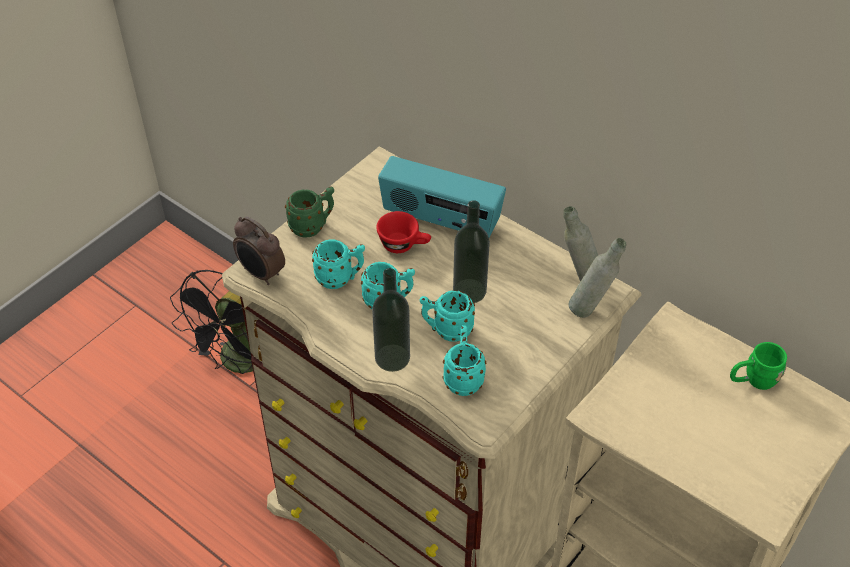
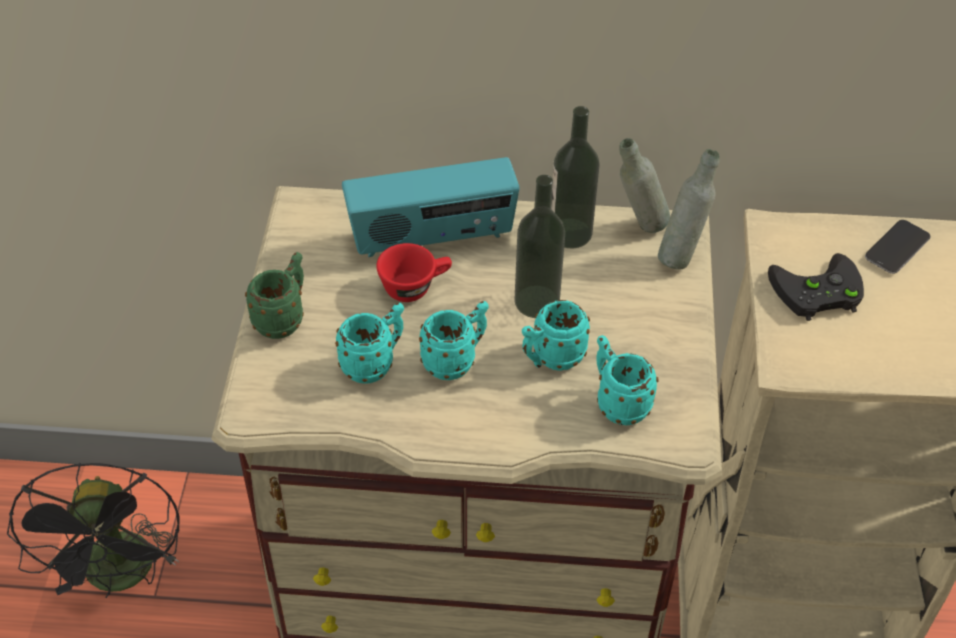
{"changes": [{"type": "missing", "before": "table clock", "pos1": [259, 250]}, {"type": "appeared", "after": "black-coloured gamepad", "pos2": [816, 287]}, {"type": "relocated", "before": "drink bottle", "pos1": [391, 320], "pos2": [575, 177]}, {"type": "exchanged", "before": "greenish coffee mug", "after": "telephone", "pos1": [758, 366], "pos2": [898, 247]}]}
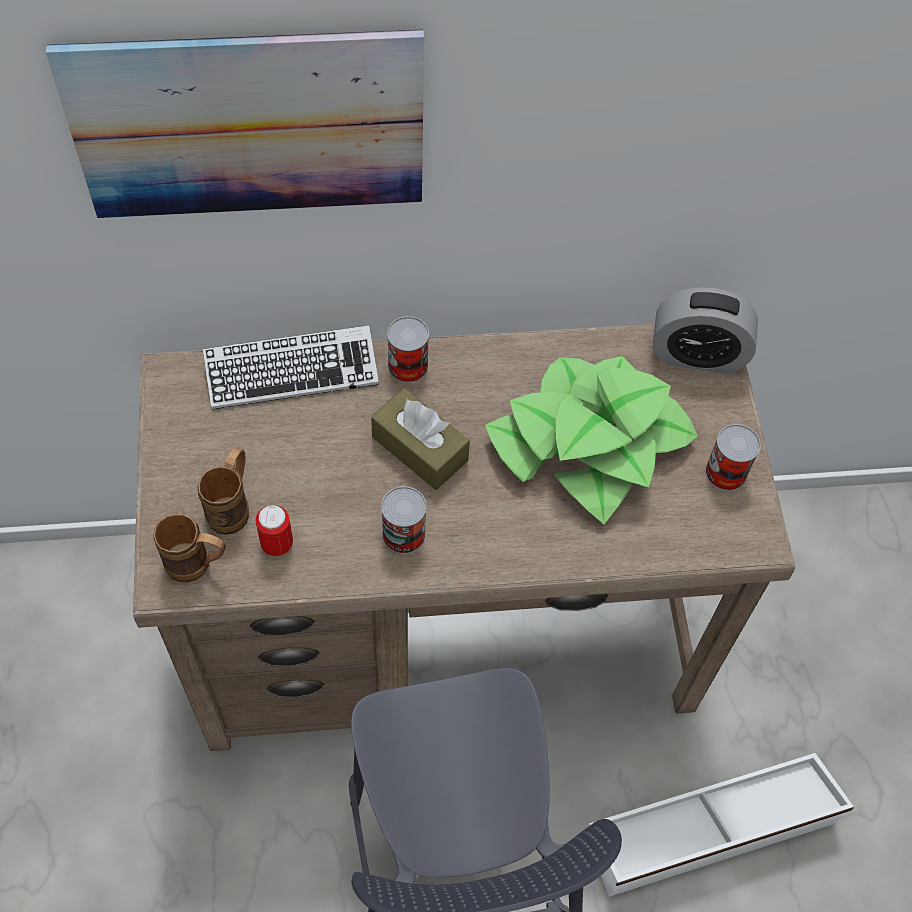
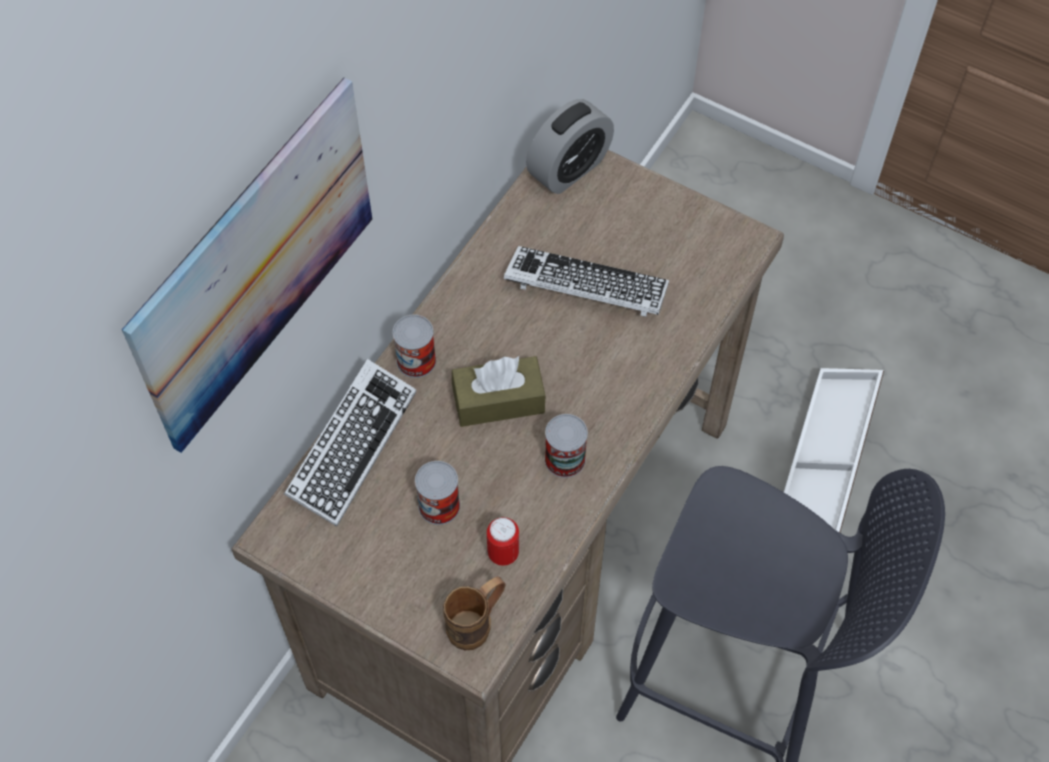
{"changes": [{"type": "missing", "before": "brown coffee mug", "pos1": [223, 491]}, {"type": "relocated", "before": "can", "pos1": [733, 457], "pos2": [437, 493]}, {"type": "exchanged", "before": "potted plant", "after": "computer keyboard", "pos1": [591, 440], "pos2": [586, 281]}]}
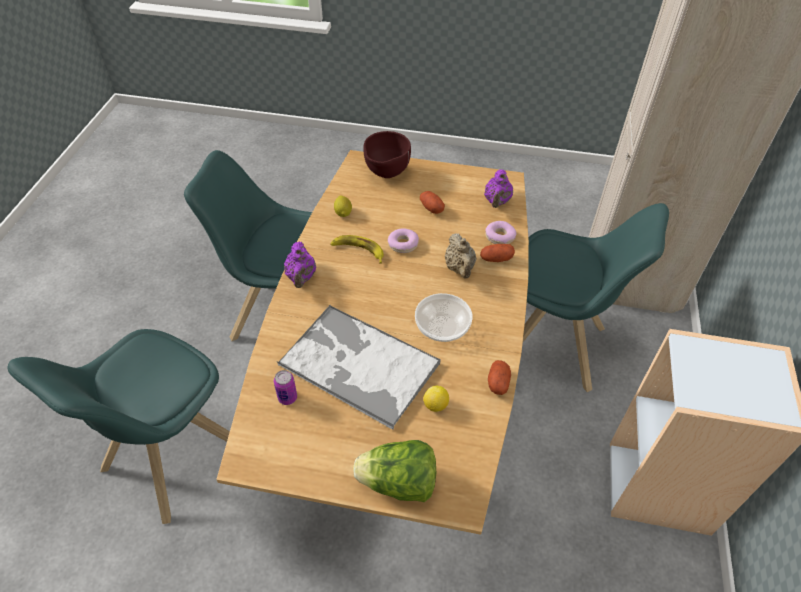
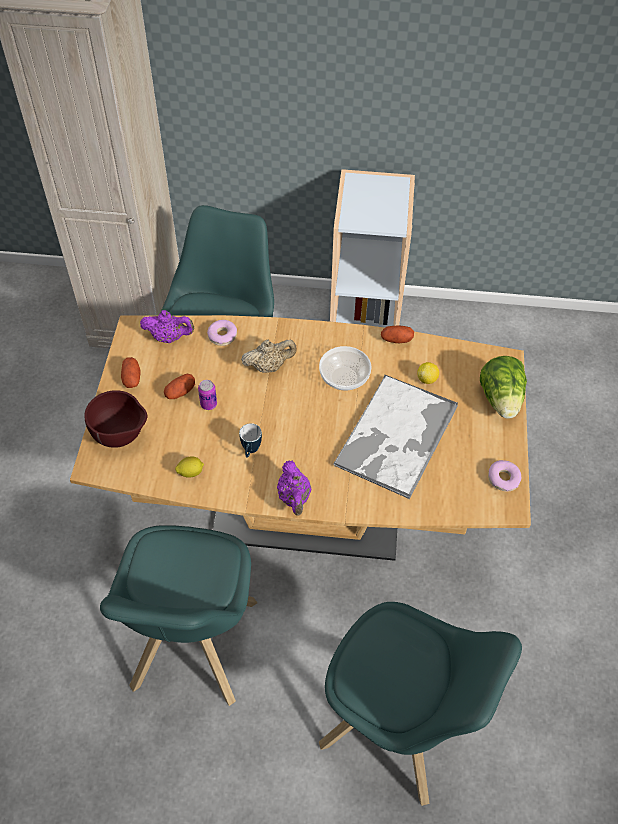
{"changes": [{"type": "relocated", "before": "can", "pos1": [285, 387], "pos2": [207, 395]}, {"type": "relocated", "before": "donut", "pos1": [403, 240], "pos2": [504, 476]}, {"type": "relocated", "before": "potato", "pos1": [497, 253], "pos2": [131, 372]}, {"type": "exchanged", "before": "banana", "after": "coffee mug", "pos1": [357, 249], "pos2": [250, 440]}, {"type": "spun", "before": "purple-coloured teapot", "pos1": [300, 265], "pos2": [294, 487], "turn": 90}]}
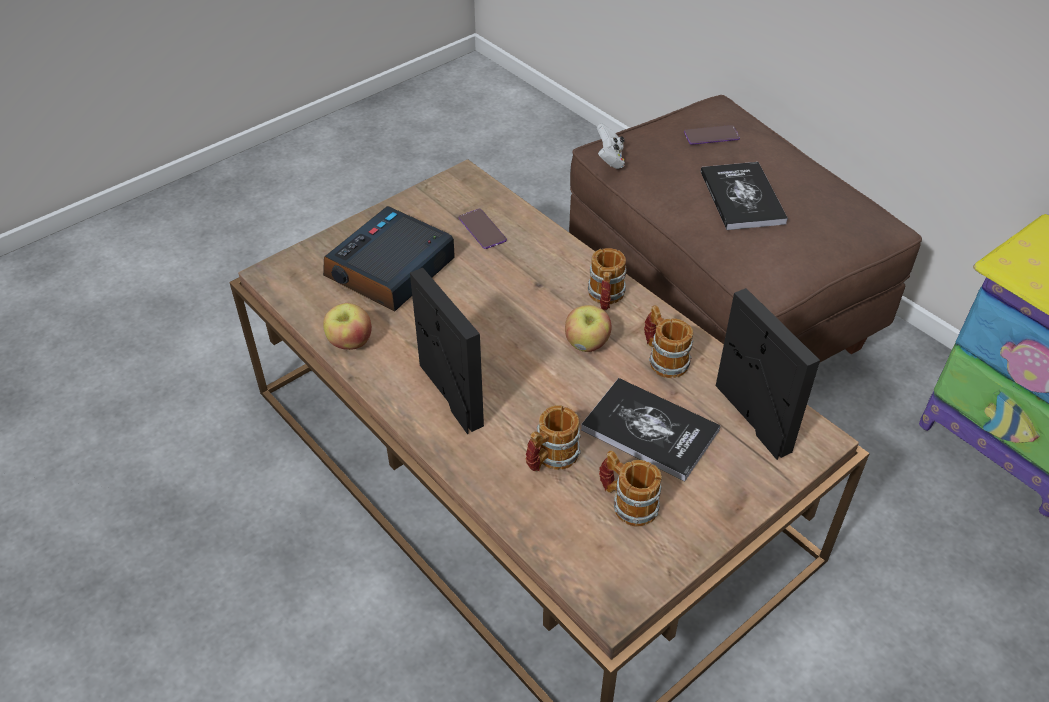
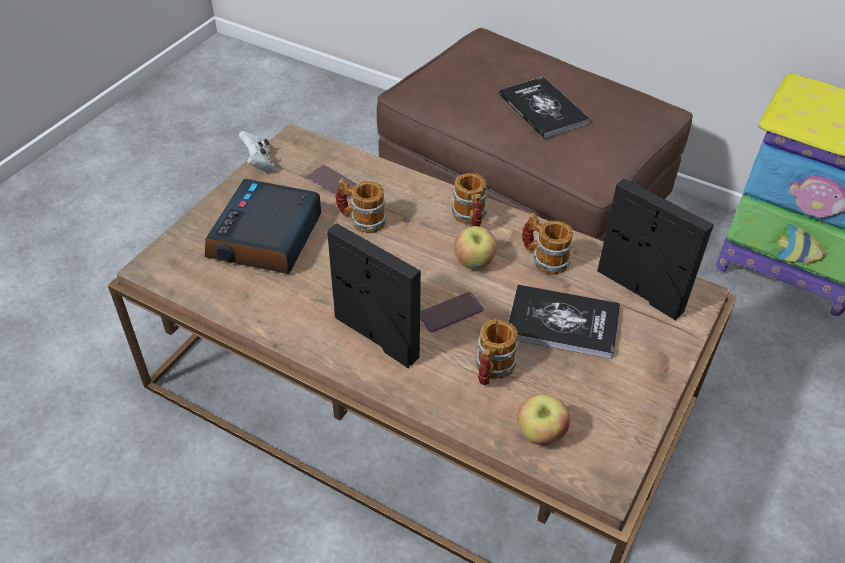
{"changes": [{"type": "relocated", "before": "apple", "pos1": [347, 326], "pos2": [543, 419]}, {"type": "relocated", "before": "white-coloured gamepad", "pos1": [611, 146], "pos2": [257, 151]}, {"type": "relocated", "before": "coffee mug", "pos1": [630, 489], "pos2": [360, 205]}, {"type": "relocated", "before": "telephone", "pos1": [712, 135], "pos2": [452, 312]}]}
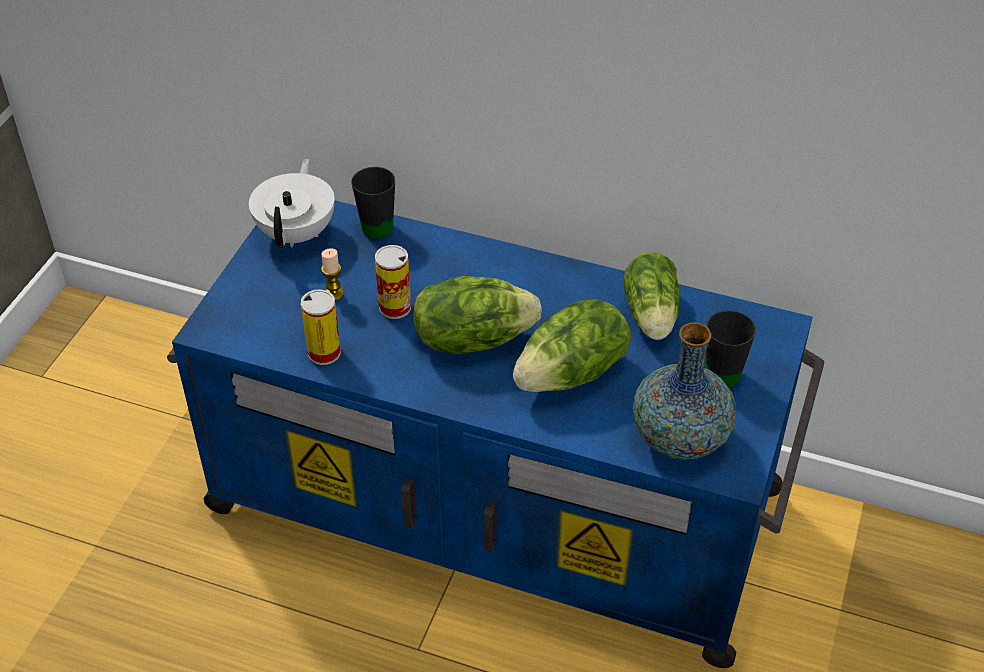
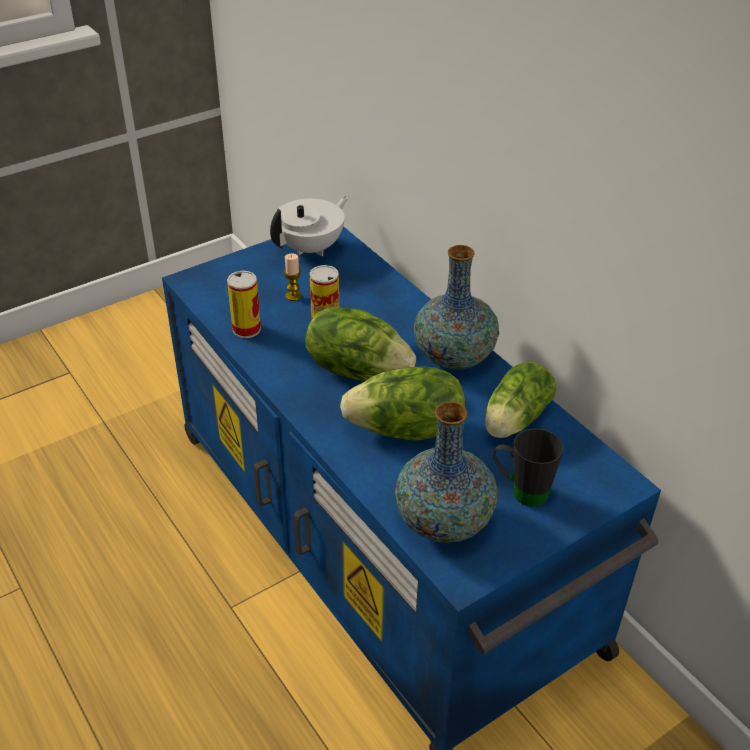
{"changes": [{"type": "missing", "before": "black-coloured coffee mug", "pos1": [373, 202]}, {"type": "appeared", "after": "decorative vase", "pos2": [456, 307]}]}
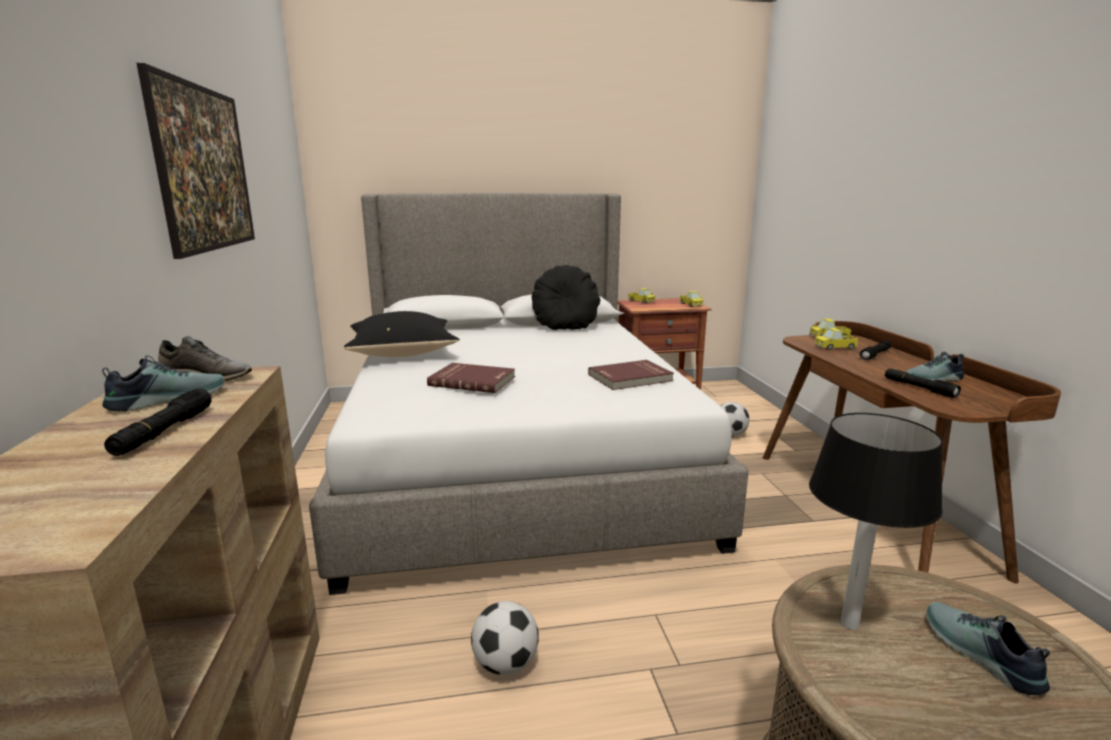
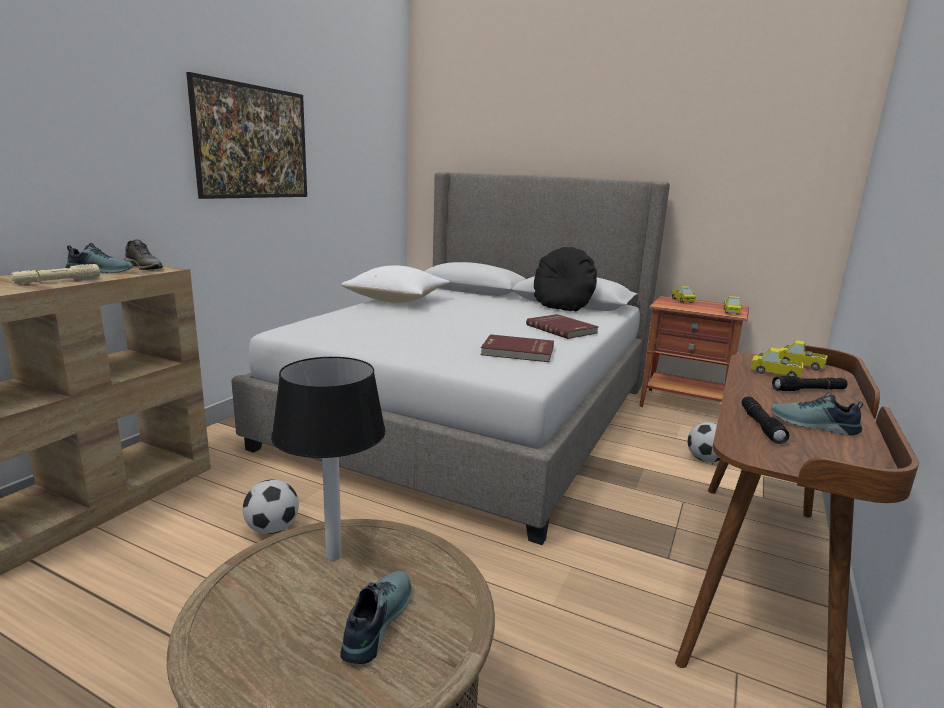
{"changes": [{"type": "relocated", "before": "red bound book", "pos1": [471, 378], "pos2": [562, 326]}, {"type": "colour", "before": "black-coloured torch", "after": "sand-coloured torch", "pos1": [158, 422], "pos2": [55, 274]}, {"type": "colour", "before": "black-coloured cushion", "after": "white-coloured cushion", "pos1": [402, 334], "pos2": [395, 284]}]}
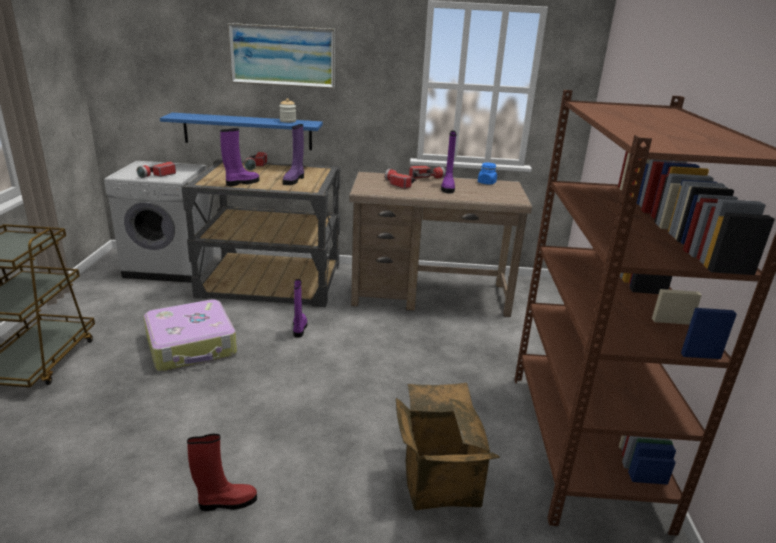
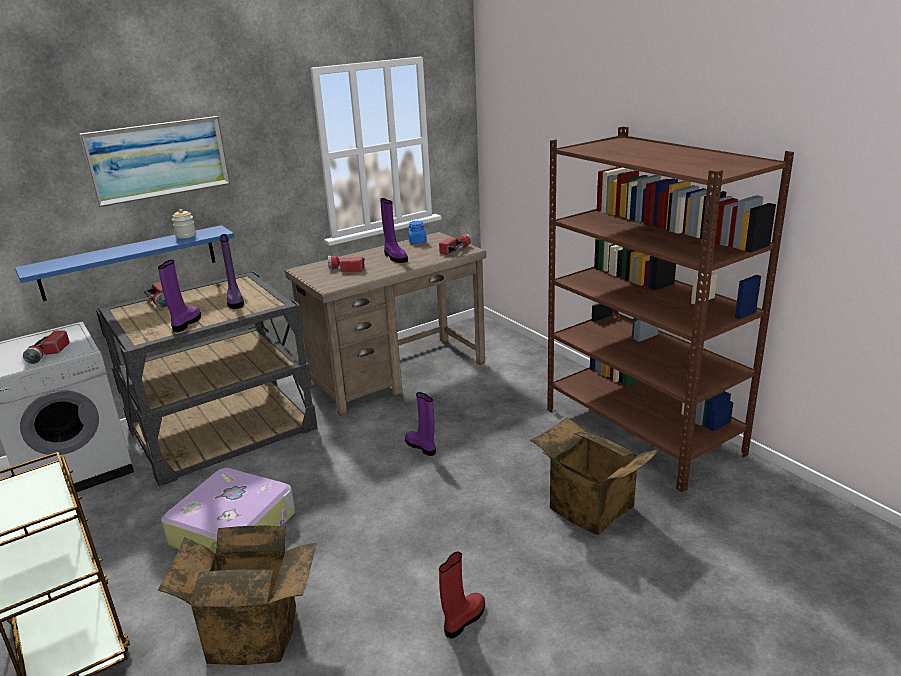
{"changes": [{"type": "appeared", "after": "carton", "pos2": [237, 595]}, {"type": "relocated", "before": "purple-coloured high-top boot", "pos1": [300, 308], "pos2": [420, 424]}, {"type": "relocated", "before": "torch", "pos1": [427, 172], "pos2": [455, 244]}]}
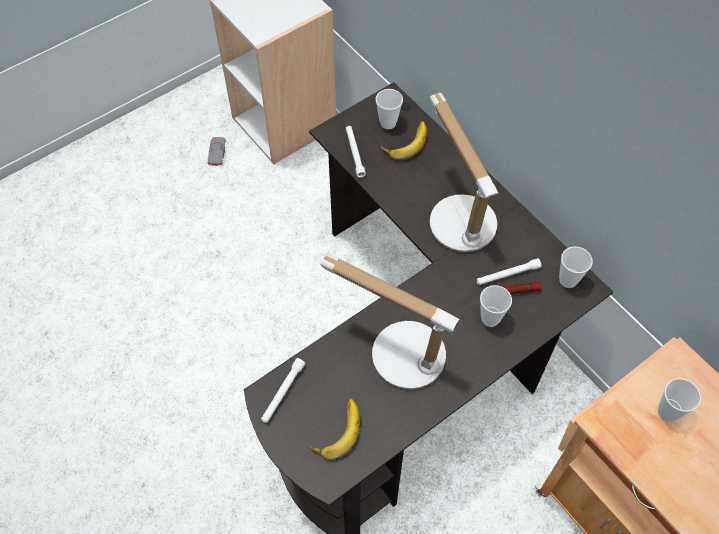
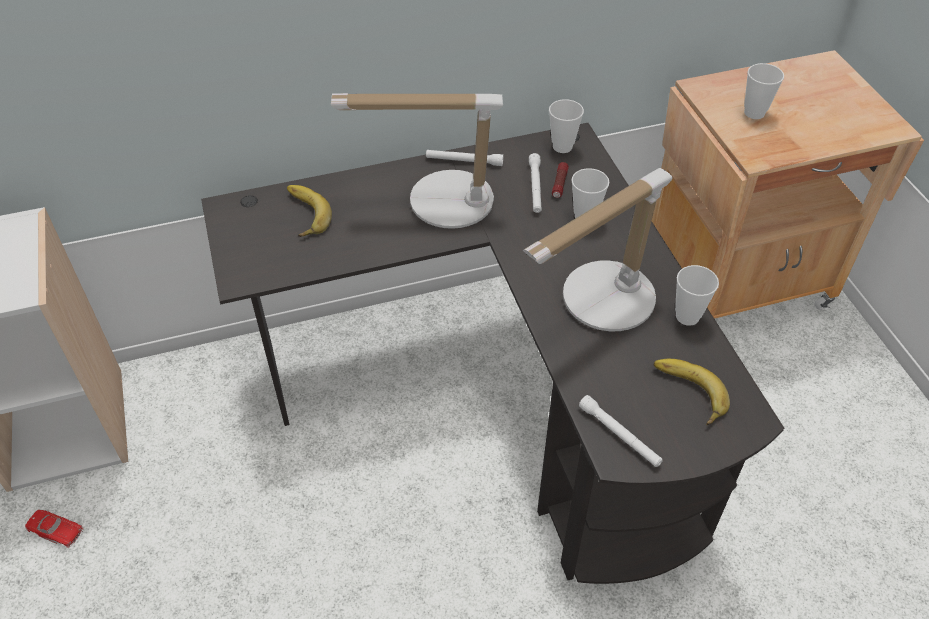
{"changes": [{"type": "relocated", "before": "white-coloured torch", "pos1": [356, 152], "pos2": [464, 158]}, {"type": "relocated", "before": "small cup", "pos1": [389, 109], "pos2": [697, 295]}, {"type": "colour", "before": "greyish toy car", "after": "red toy car", "pos1": [217, 151], "pos2": [54, 528]}]}
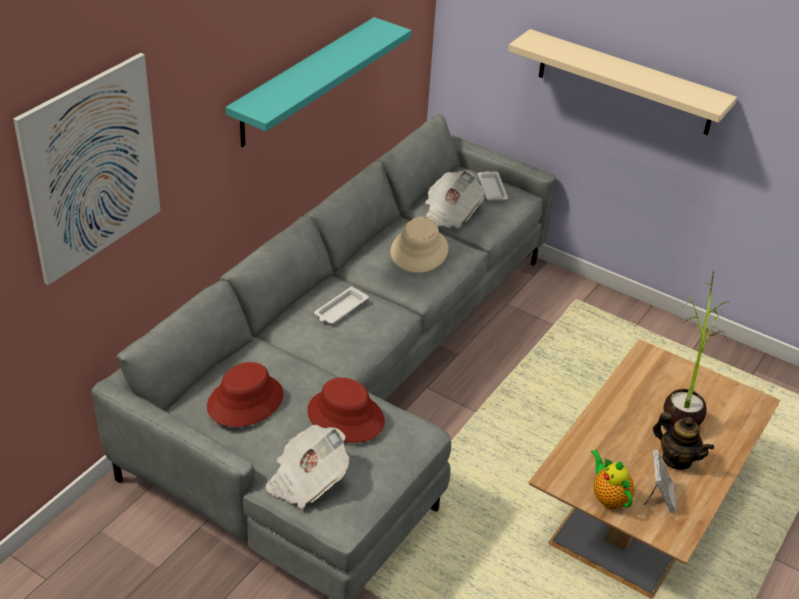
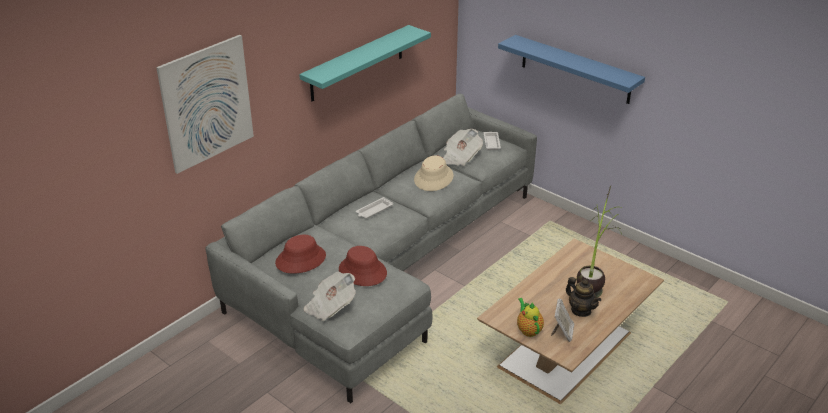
{"changes": [{"type": "colour", "before": "sand-coloured shelf", "after": "blue-coloured shelf", "pos1": [622, 82], "pos2": [571, 69]}]}
